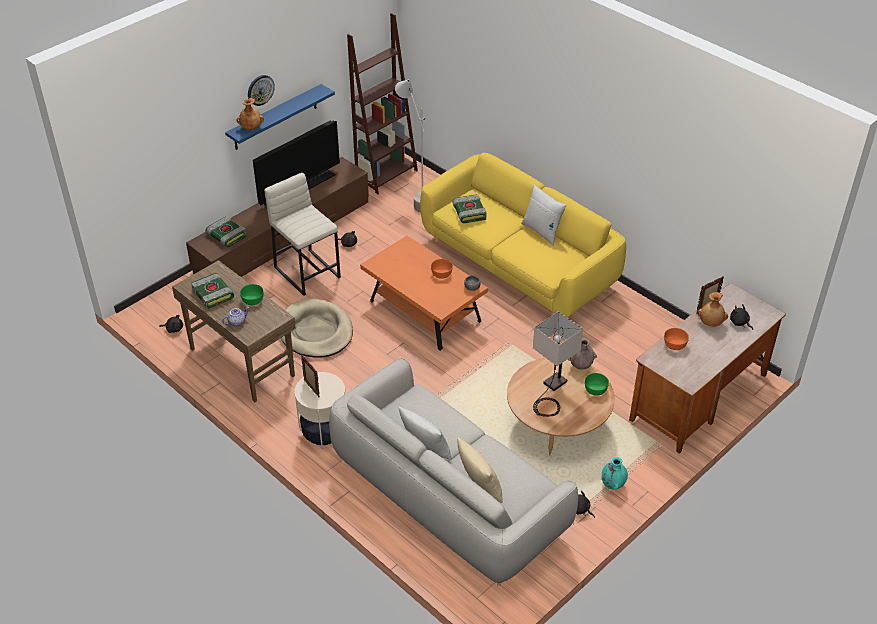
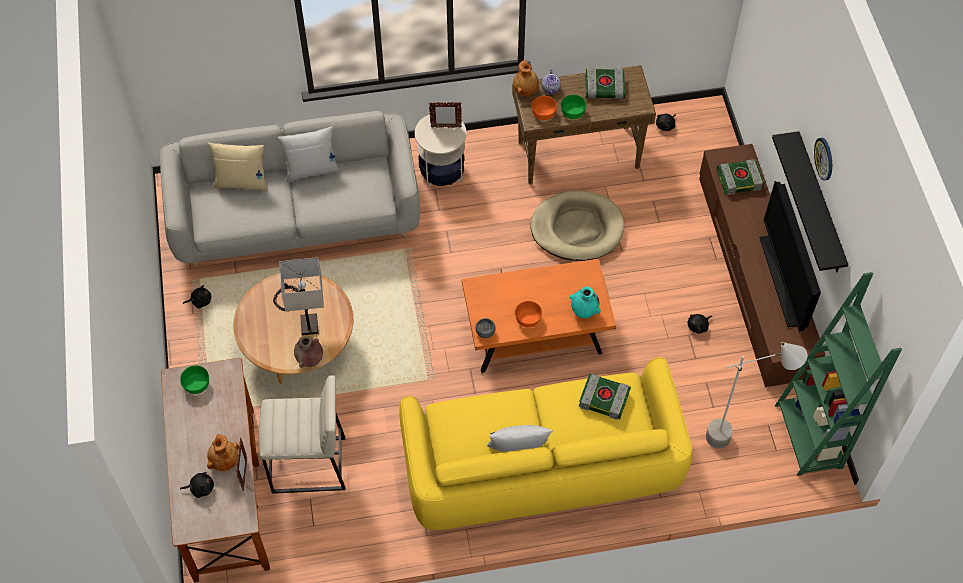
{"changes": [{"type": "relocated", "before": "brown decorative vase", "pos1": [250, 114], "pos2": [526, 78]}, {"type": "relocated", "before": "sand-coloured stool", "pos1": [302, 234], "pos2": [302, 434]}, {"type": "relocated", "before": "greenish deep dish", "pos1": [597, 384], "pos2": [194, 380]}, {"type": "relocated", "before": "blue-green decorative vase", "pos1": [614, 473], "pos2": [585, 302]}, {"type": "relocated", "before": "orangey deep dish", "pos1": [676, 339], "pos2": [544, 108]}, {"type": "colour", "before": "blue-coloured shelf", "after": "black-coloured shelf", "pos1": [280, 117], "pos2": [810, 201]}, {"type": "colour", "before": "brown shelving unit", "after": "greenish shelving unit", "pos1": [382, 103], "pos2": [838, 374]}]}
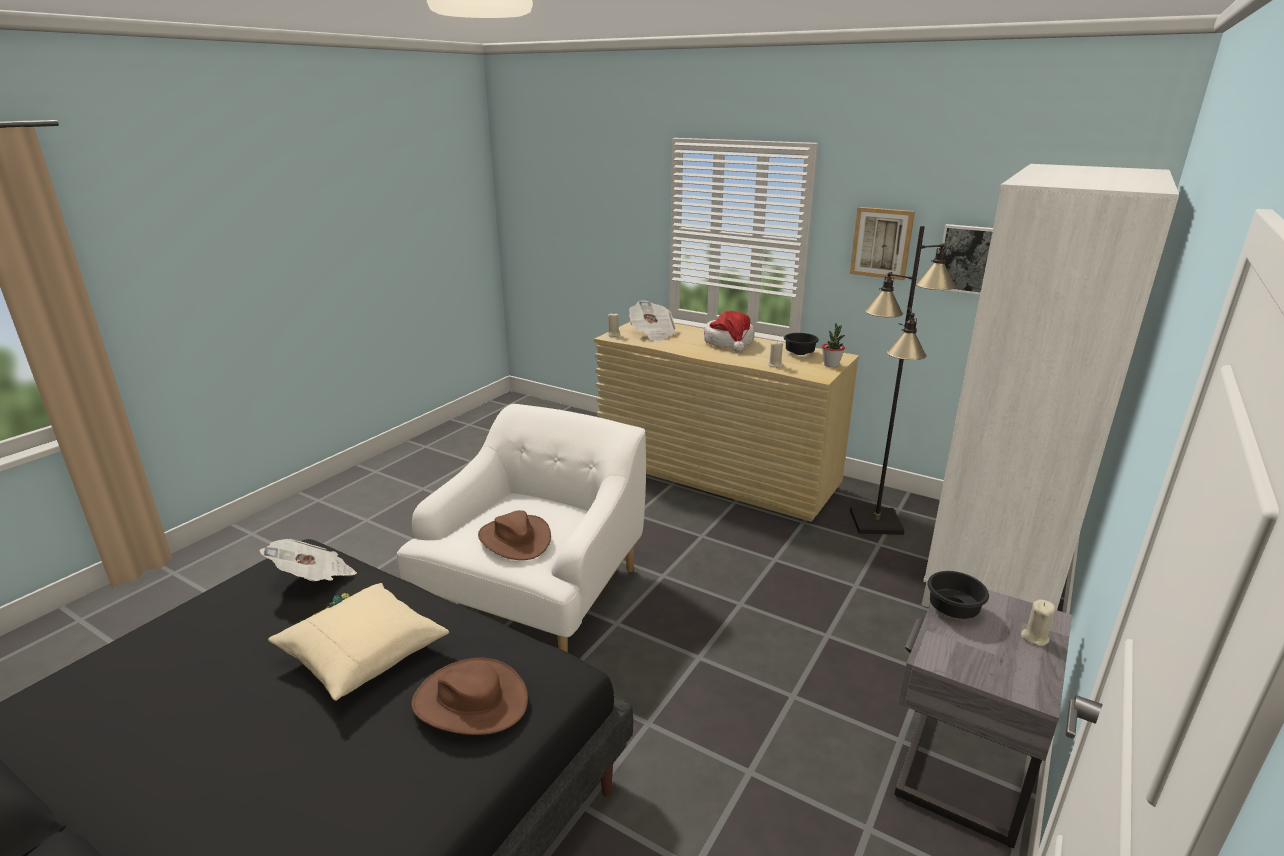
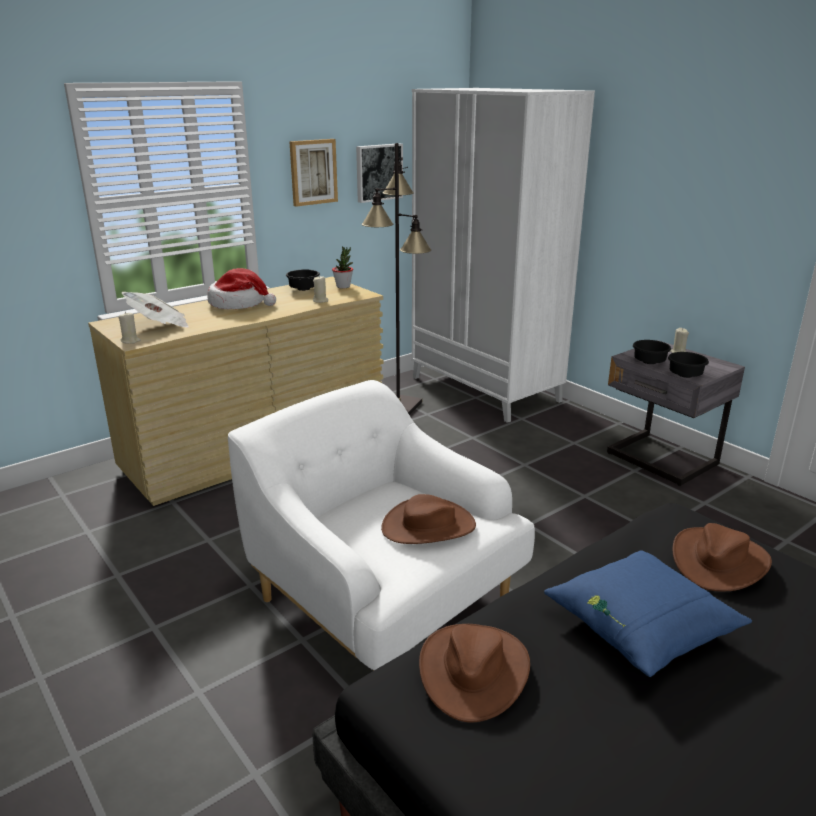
{"changes": [{"type": "appeared", "after": "black-coloured deep dish", "pos2": [688, 365]}, {"type": "exchanged", "before": "printed paper", "after": "brown wearable hat", "pos1": [308, 560], "pos2": [474, 673]}, {"type": "colour", "before": "sand-coloured cushion", "after": "blue-coloured cushion", "pos1": [358, 642], "pos2": [648, 613]}]}
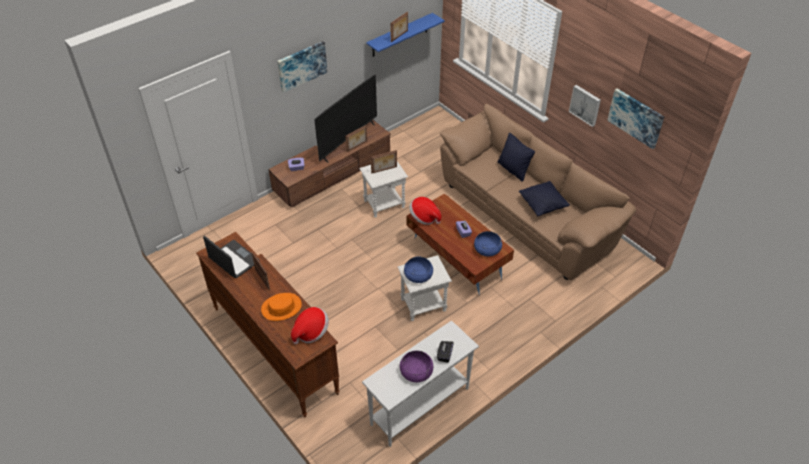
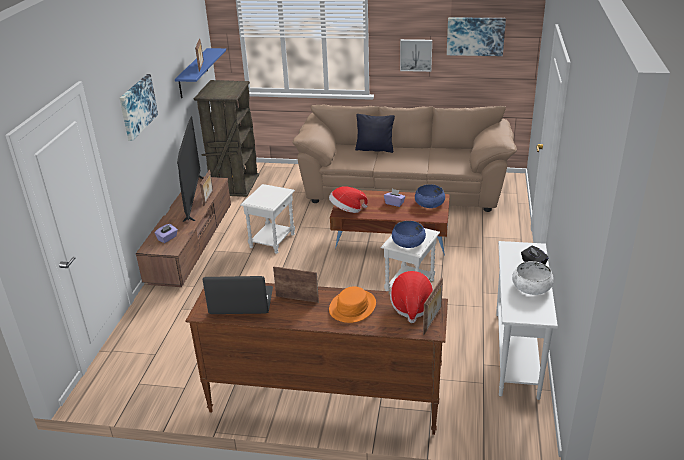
{"changes": [{"type": "missing", "before": "black-coloured cushion", "pos1": [544, 198]}, {"type": "appeared", "after": "brown shelving unit", "pos2": [226, 138]}, {"type": "relocated", "before": "picture frame", "pos1": [384, 162], "pos2": [433, 306]}, {"type": "colour", "before": "purple-coloured deep dish", "after": "white-coloured deep dish", "pos1": [416, 366], "pos2": [533, 278]}]}
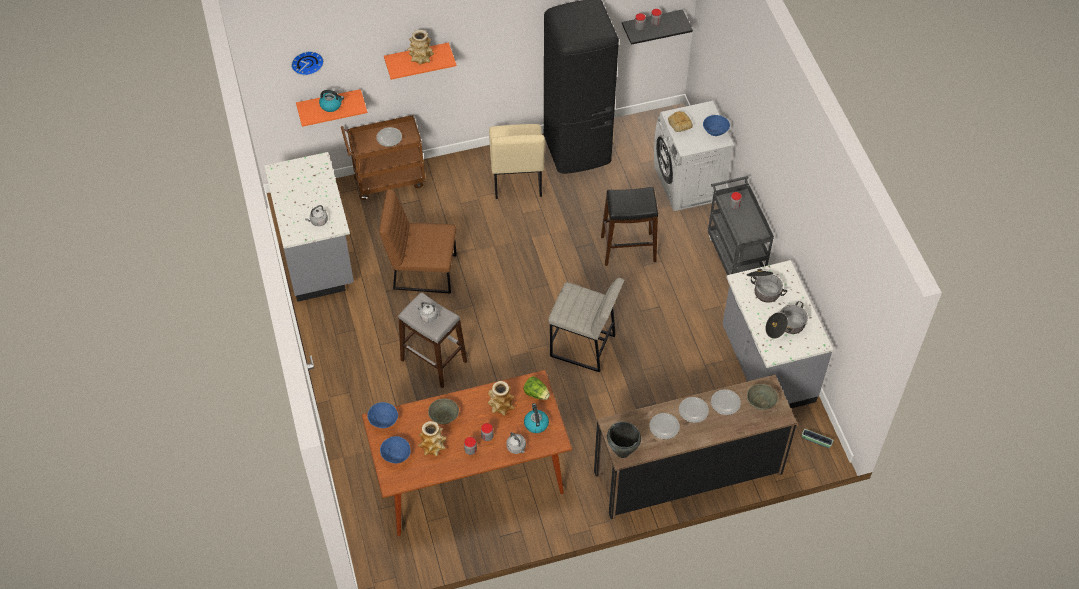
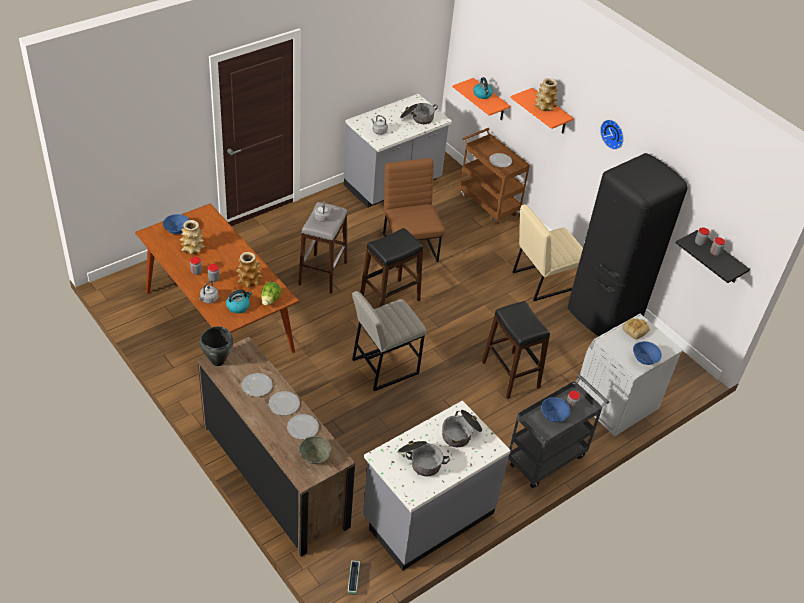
{"changes": [{"type": "missing", "before": "greyish deep dish", "pos1": [443, 411]}, {"type": "appeared", "after": "black-coloured stool", "pos2": [391, 267]}, {"type": "appeared", "after": "stockpot", "pos2": [419, 113]}, {"type": "relocated", "before": "clock on the wall", "pos1": [307, 63], "pos2": [612, 134]}, {"type": "relocated", "before": "blue-coloured deep dish", "pos1": [382, 415], "pos2": [556, 409]}, {"type": "spun", "before": "greyish upright chair", "pos1": [586, 325], "pos2": [389, 341], "turn": 60}]}
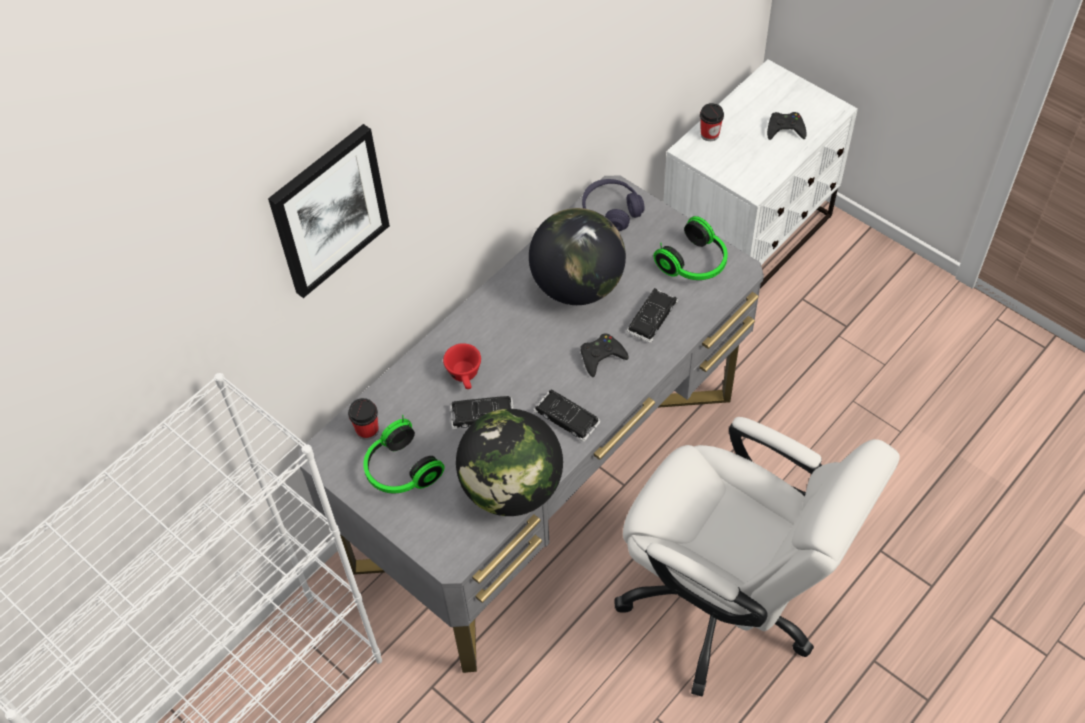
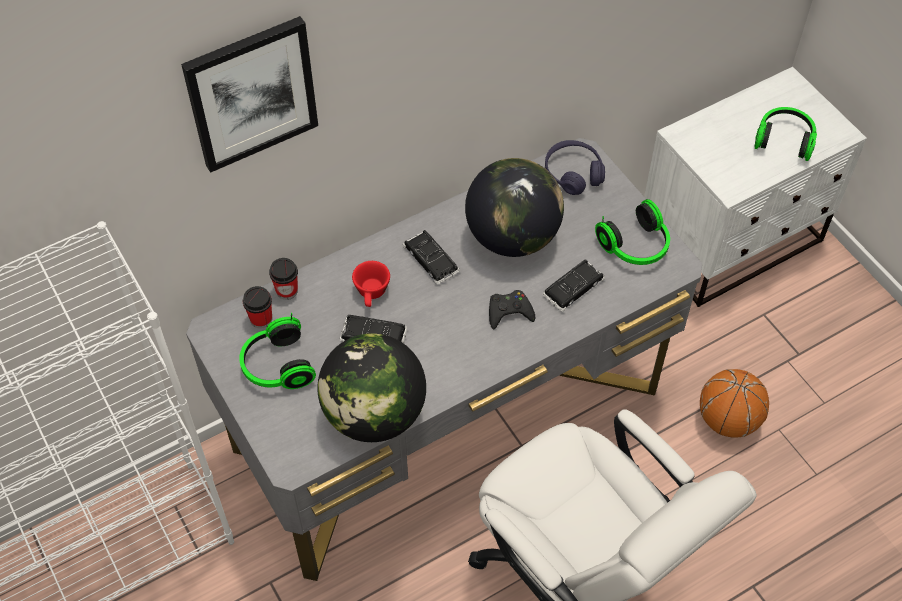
{"changes": [{"type": "appeared", "after": "ball for basketball", "pos2": [734, 403]}, {"type": "relocated", "before": "black-coloured toy car", "pos1": [566, 416], "pos2": [431, 257]}, {"type": "relocated", "before": "small cup", "pos1": [712, 122], "pos2": [283, 279]}, {"type": "exchanged", "before": "black-coloured gamepad", "after": "pair of headphones", "pos1": [787, 126], "pos2": [785, 134]}]}
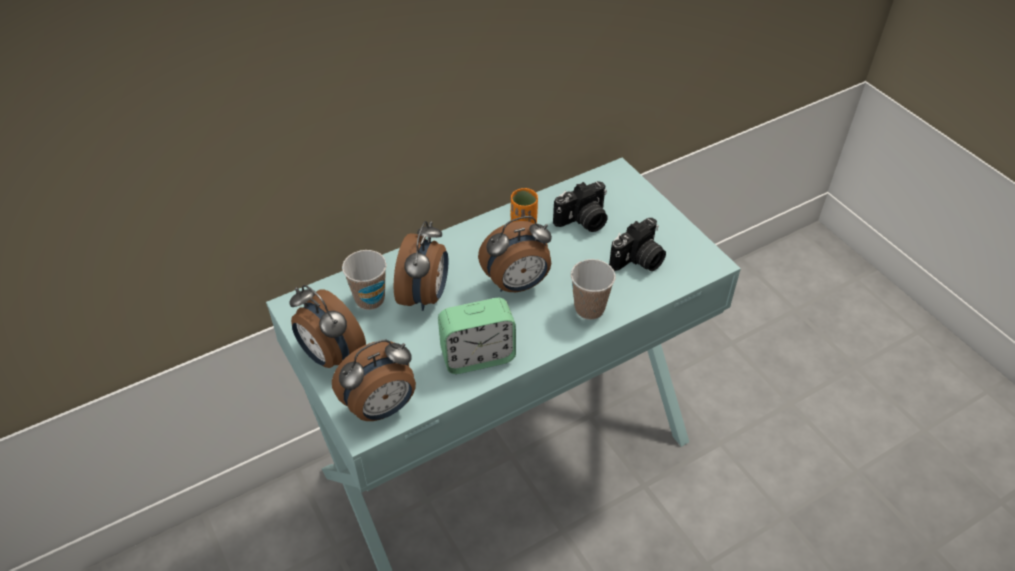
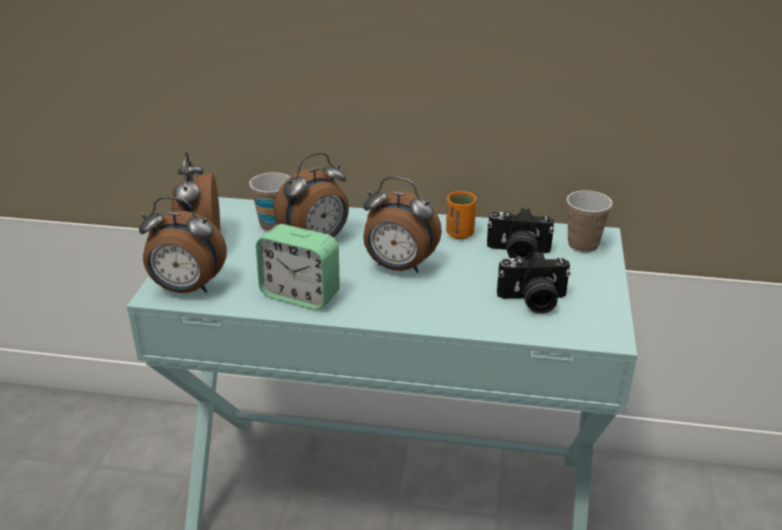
{"changes": [{"type": "relocated", "before": "small cup", "pos1": [593, 289], "pos2": [589, 221]}]}
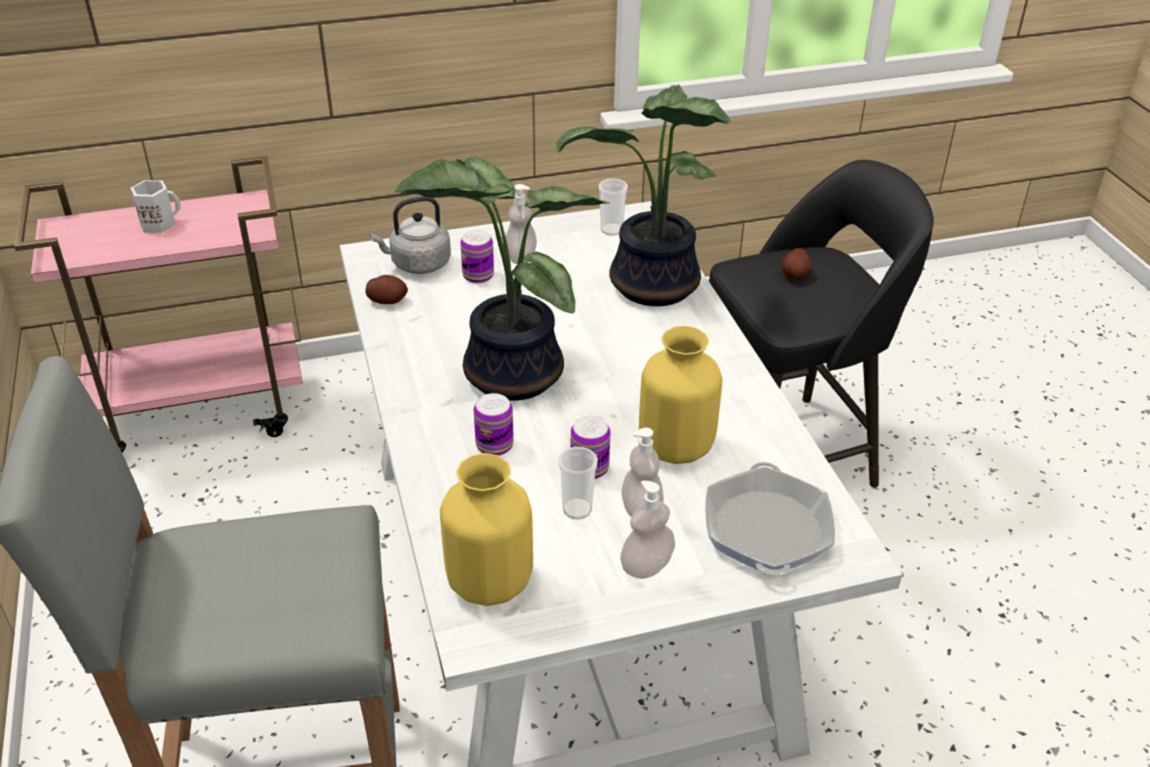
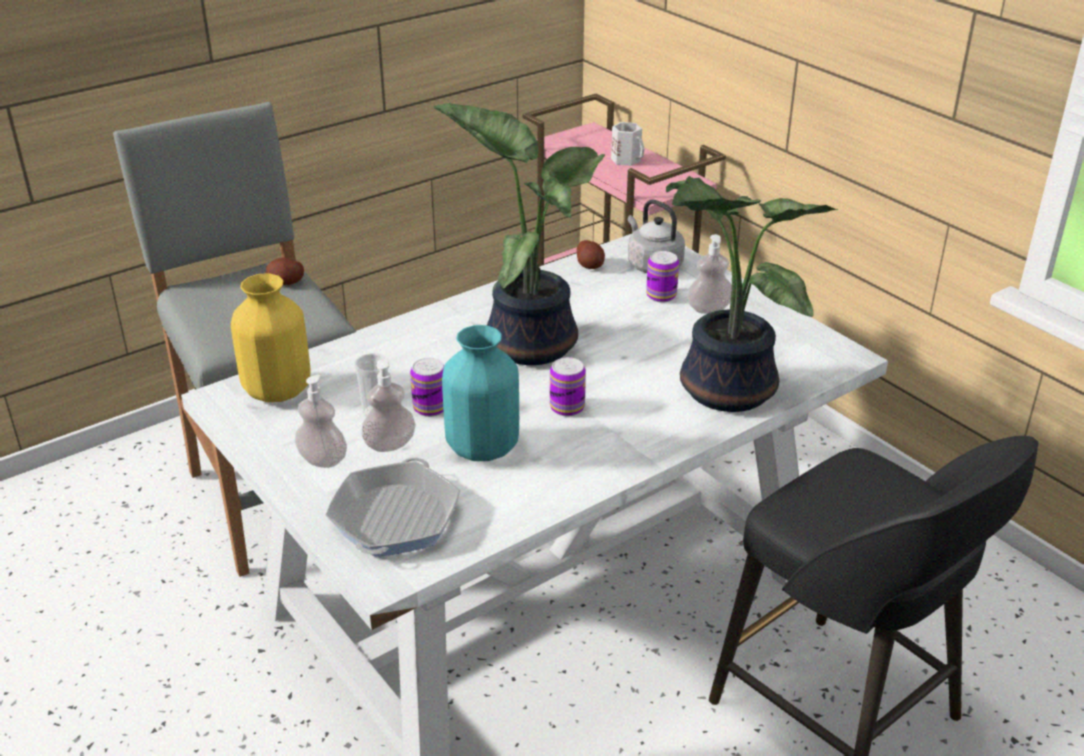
{"changes": [{"type": "missing", "before": "small cup", "pos1": [613, 207]}, {"type": "relocated", "before": "can", "pos1": [494, 424], "pos2": [568, 386]}, {"type": "relocated", "before": "potato", "pos1": [796, 263], "pos2": [285, 271]}, {"type": "colour", "before": "yellowish decorative vase", "after": "blue-green decorative vase", "pos1": [680, 395], "pos2": [480, 393]}, {"type": "spun", "before": "skillet", "pos1": [770, 518], "pos2": [392, 507], "turn": -60}]}
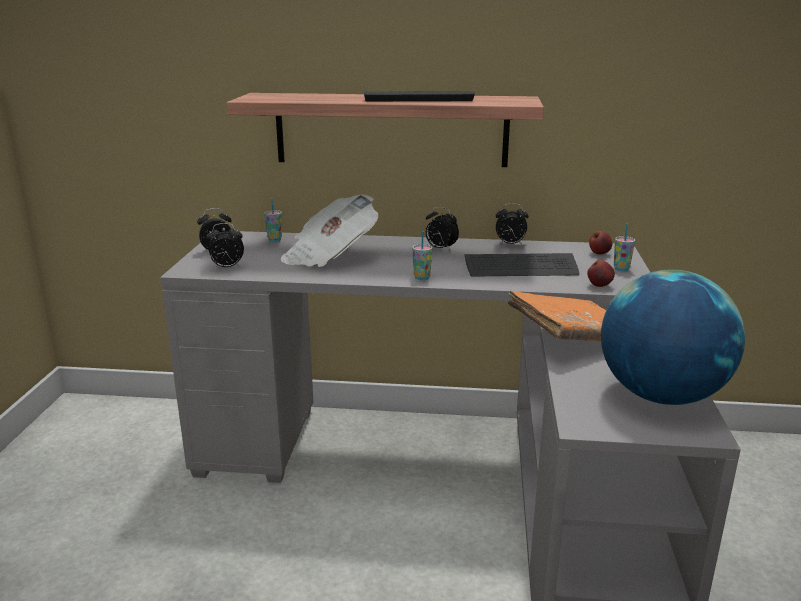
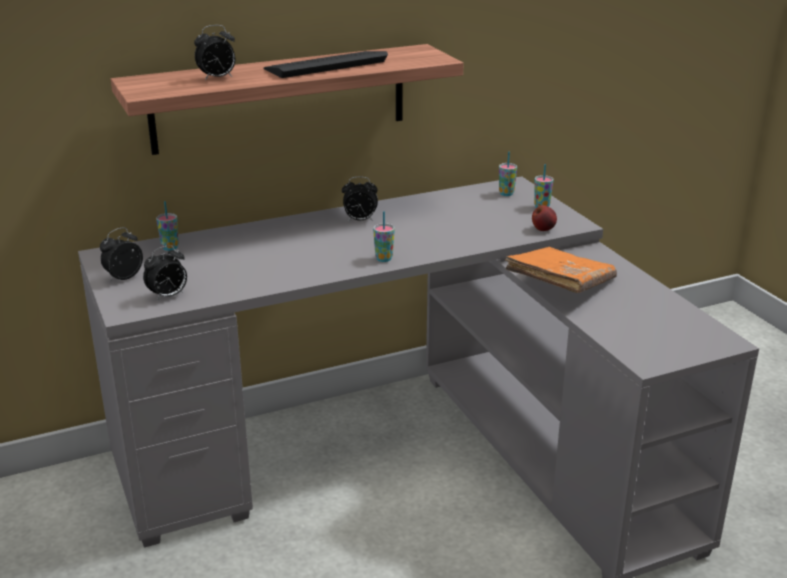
{"changes": [{"type": "missing", "before": "printed paper", "pos1": [329, 230]}, {"type": "missing", "before": "computer keyboard", "pos1": [522, 265]}, {"type": "missing", "before": "desk globe", "pos1": [673, 337]}, {"type": "relocated", "before": "table clock", "pos1": [512, 224], "pos2": [214, 52]}, {"type": "exchanged", "before": "apple", "after": "small cup", "pos1": [601, 243], "pos2": [508, 174]}]}
